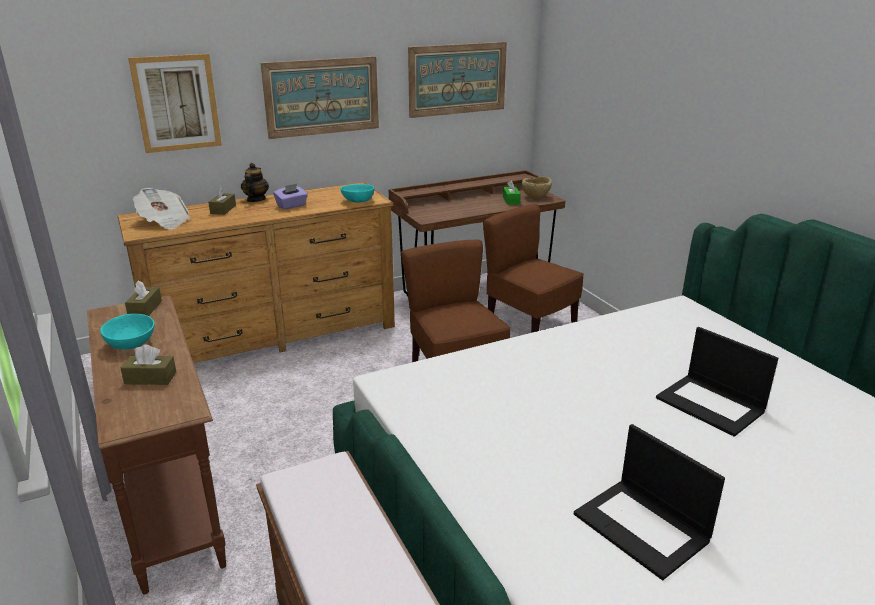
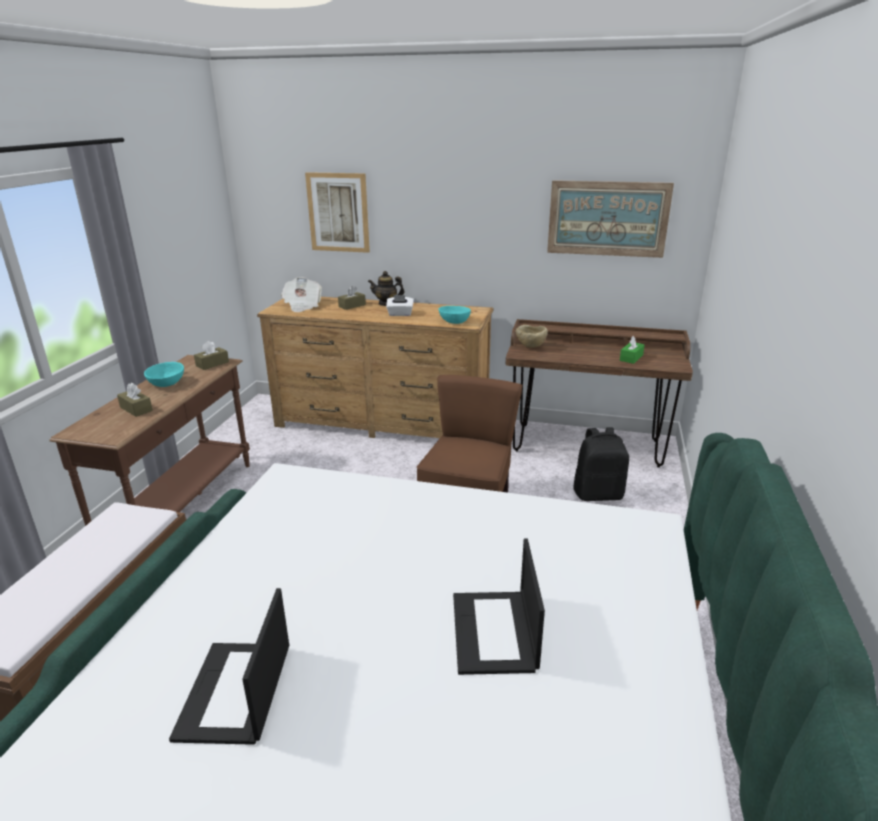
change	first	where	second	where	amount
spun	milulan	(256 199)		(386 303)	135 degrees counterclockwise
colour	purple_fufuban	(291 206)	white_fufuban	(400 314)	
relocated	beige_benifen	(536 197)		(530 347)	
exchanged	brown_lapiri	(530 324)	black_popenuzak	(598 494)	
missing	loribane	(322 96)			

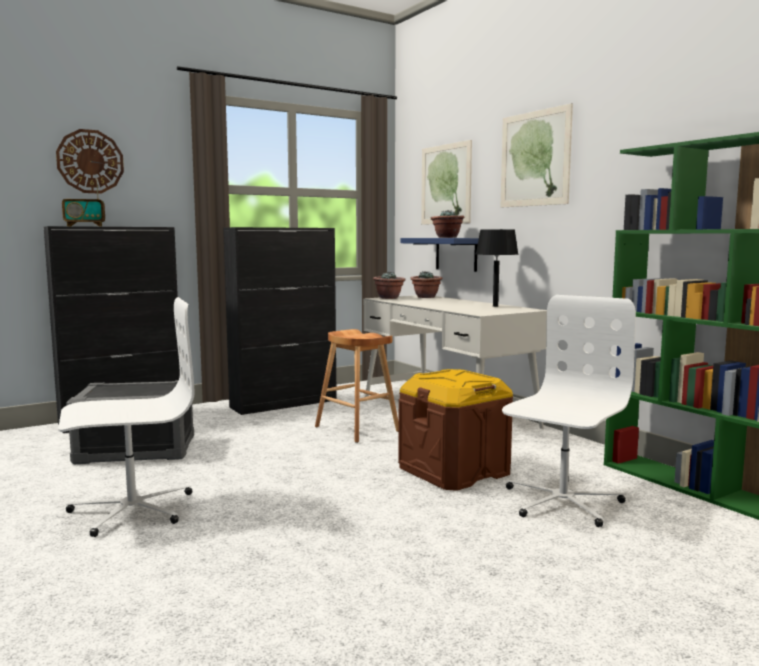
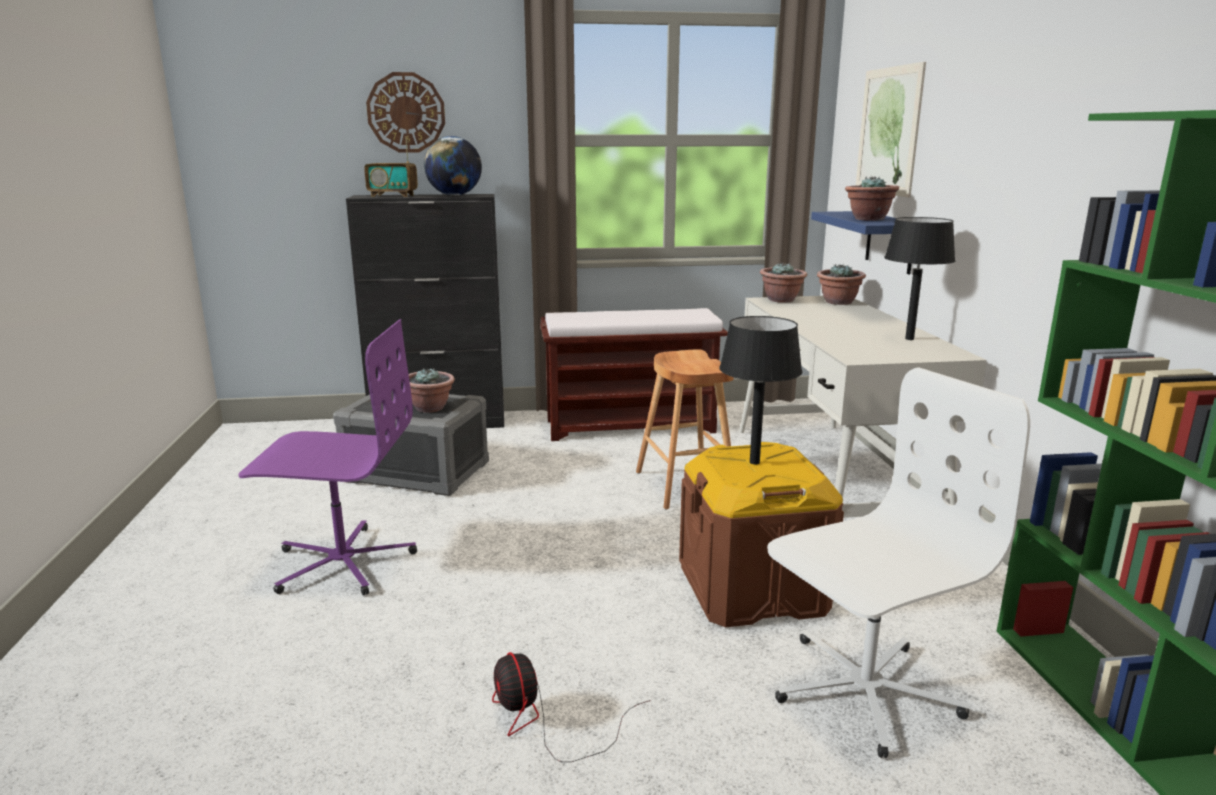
change	first	where	second	where	amount
colour	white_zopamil	(131 509)	purple_zopamil	(342 562)	
appeared			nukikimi	(430 408)	
appeared			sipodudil	(454 195)	
appeared			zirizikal	(544 722)	
exchanged	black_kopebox	(284 403)	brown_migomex	(631 426)	
appeared			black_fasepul	(754 462)	
missing	loribane	(534 159)			

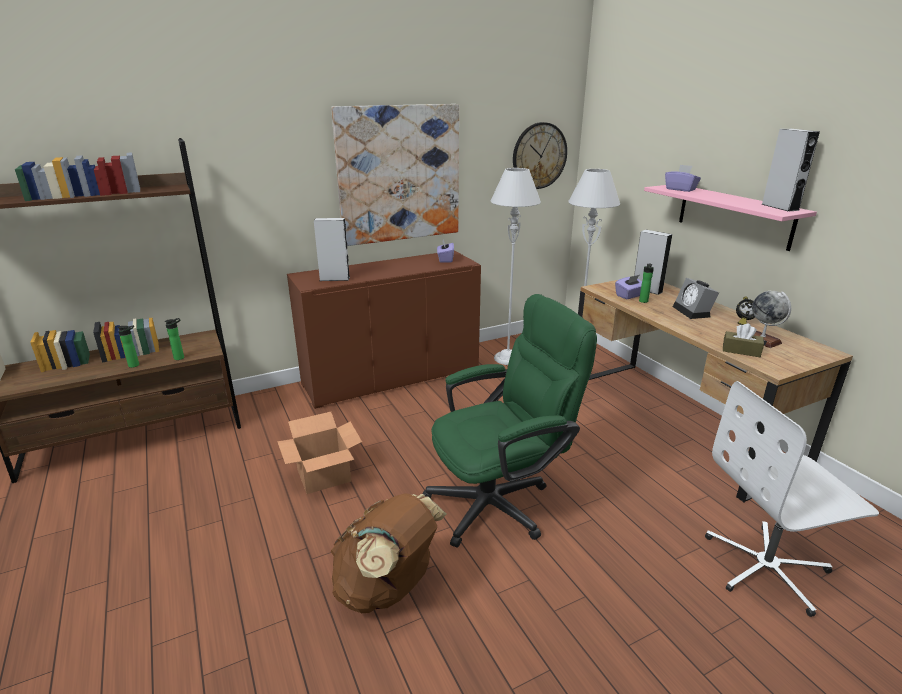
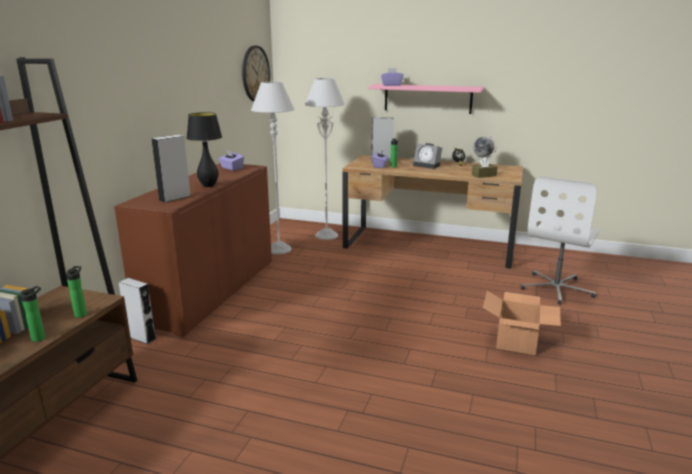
change	first	where	second	where	amount
relocated	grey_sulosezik	(780 207)		(141 337)	
appeared			black_fasepul	(208 186)	
relocated	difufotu	(324 475)		(516 341)	
missing	loribane	(399 174)			
missing	brown_popenuzak	(387 588)			
missing	green_zopamil	(500 501)			

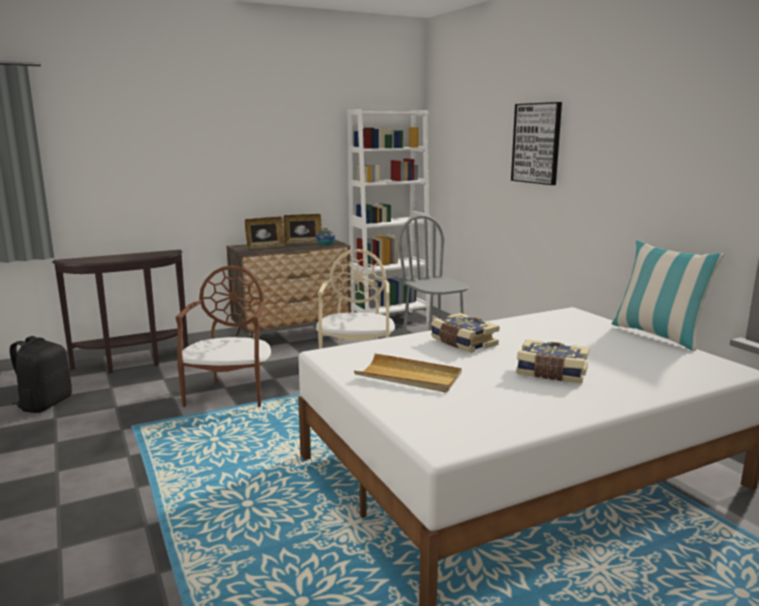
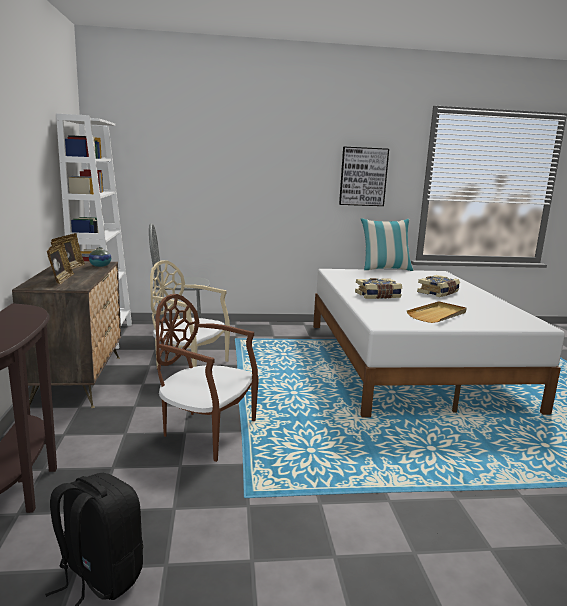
change	first	where	second	where	amount
relocated	loribane	(537 143)		(363 176)	

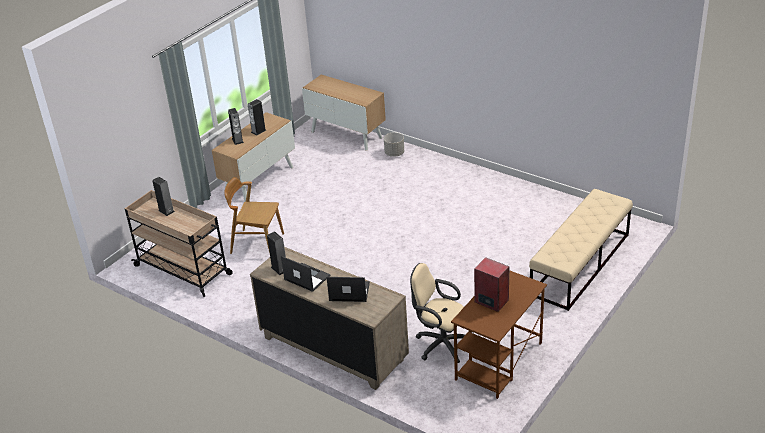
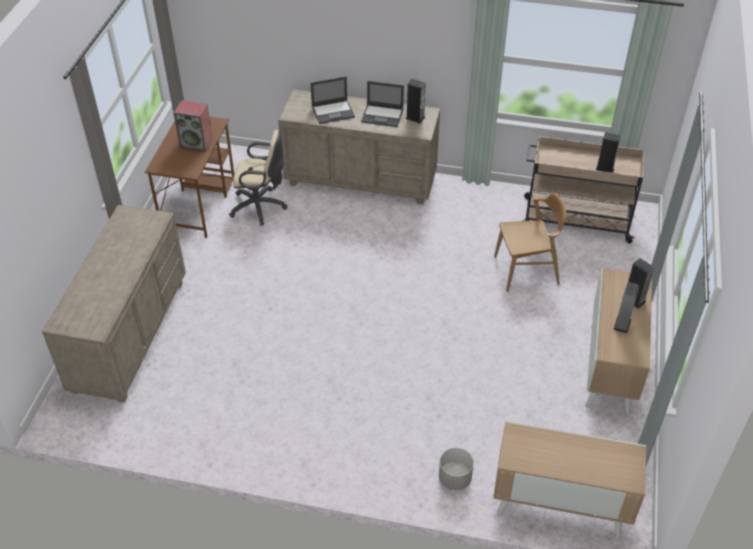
change	first	where	second	where	amount
exchanged	beige_migomex	(580 264)	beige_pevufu	(130 335)	

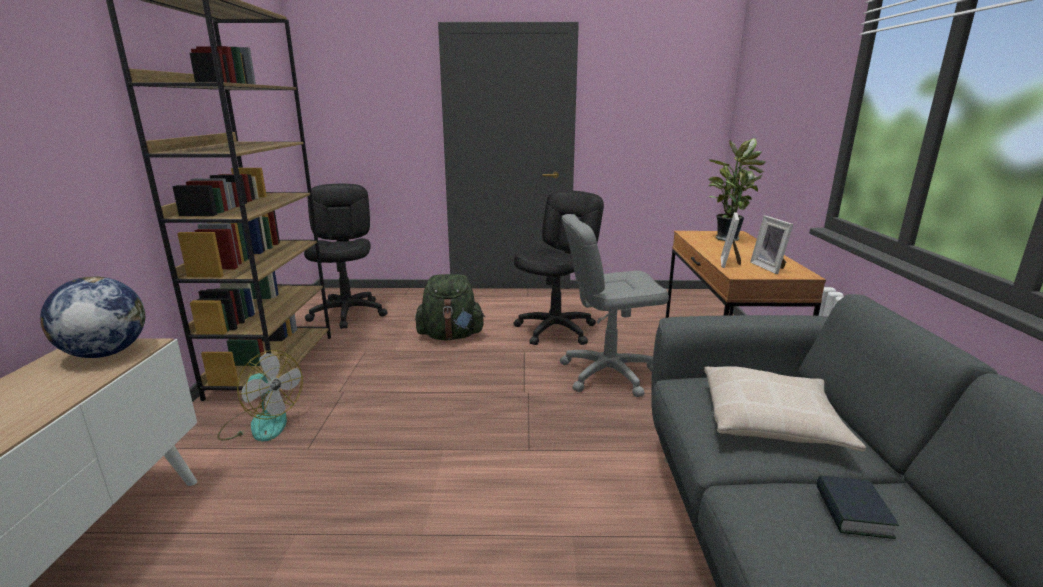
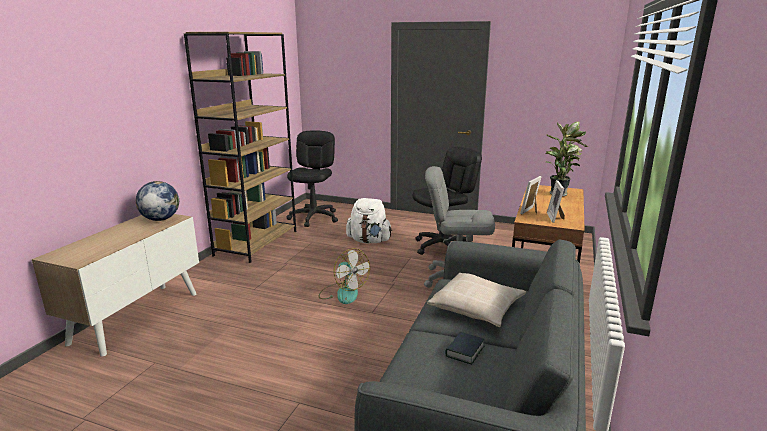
change	first	where	second	where	amount
relocated	zirizikal	(262 423)		(343 293)	
colour	green_popenuzak	(451 336)	white_popenuzak	(369 241)	

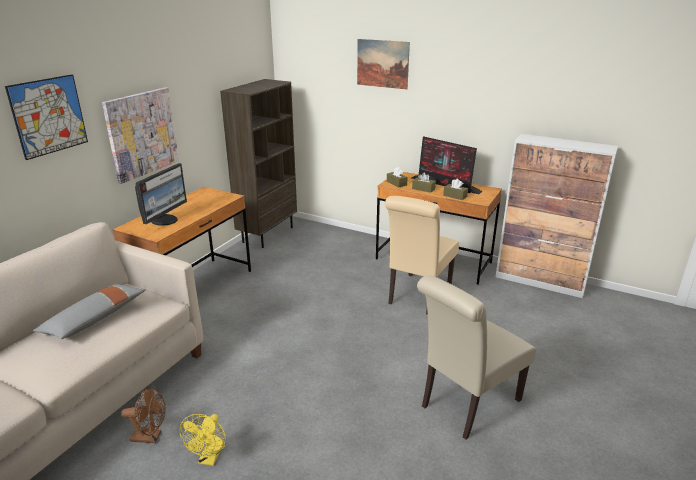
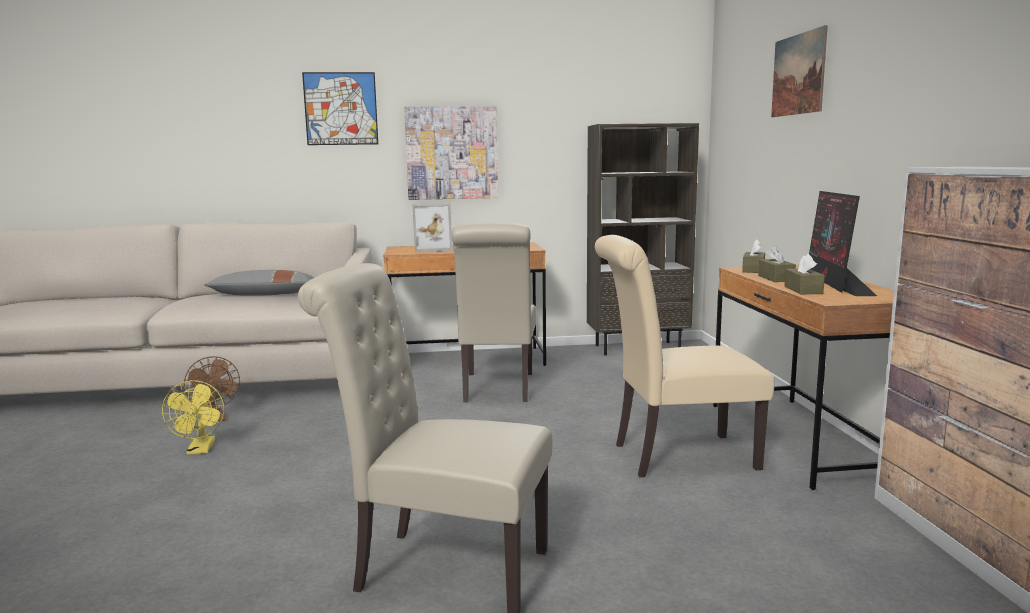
change	first	where	second	where	amount
spun	yellow_zirizikal	(209 458)		(200 450)	75 degrees counterclockwise
exchanged	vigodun	(165 220)	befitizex	(432 249)	
appeared			beige_lapiri	(497 389)	

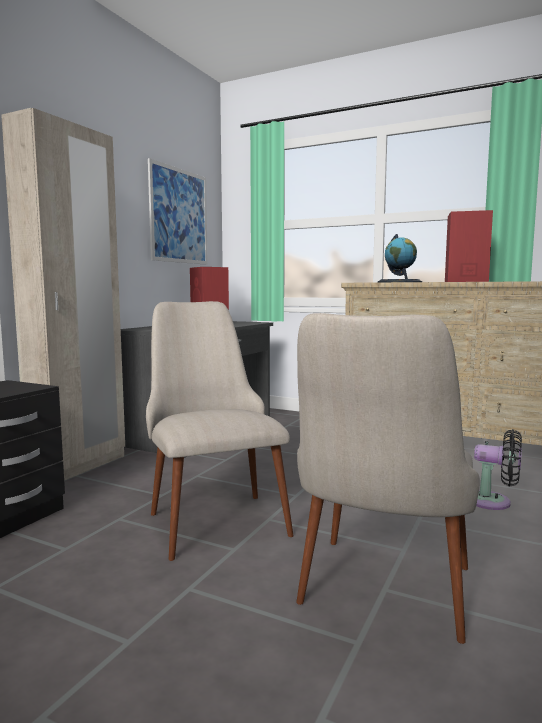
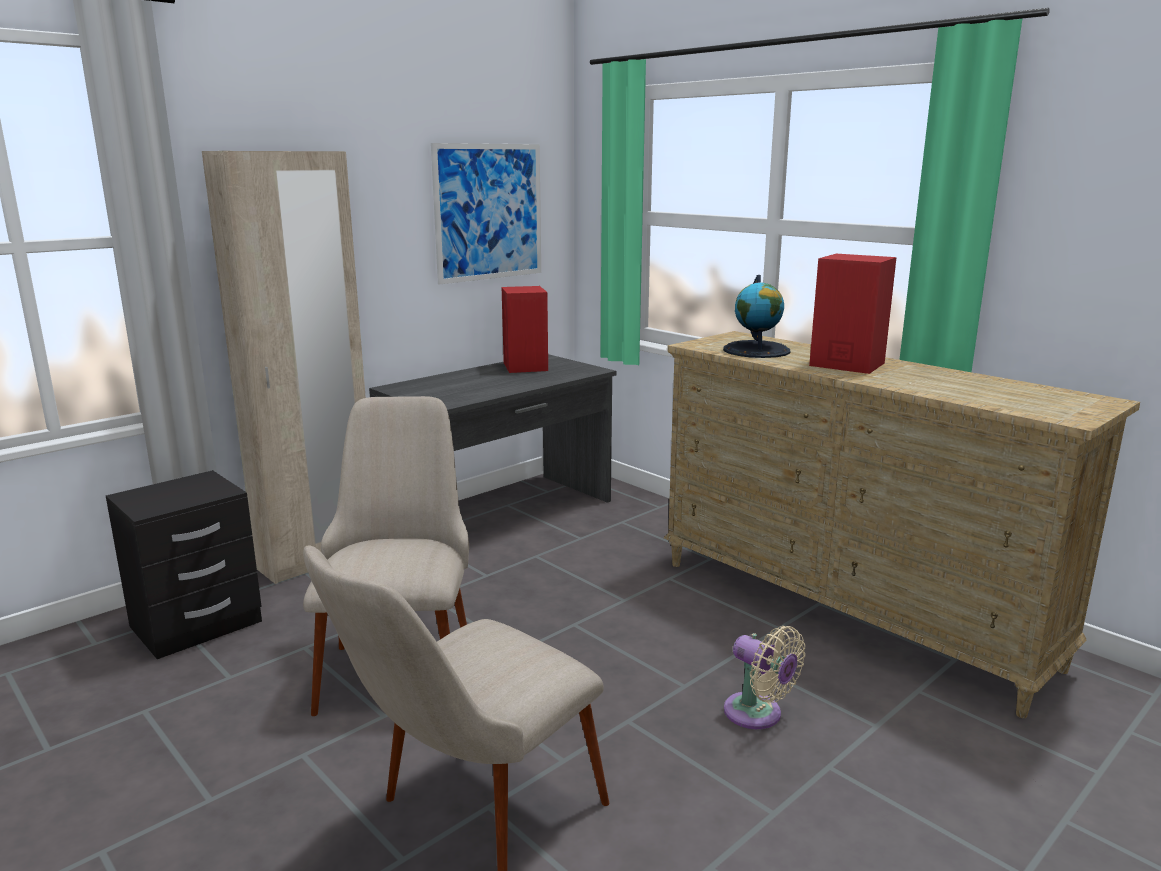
change	first	where	second	where	amount
colour	black_zirizikal	(493 502)	beige_zirizikal	(758 714)	

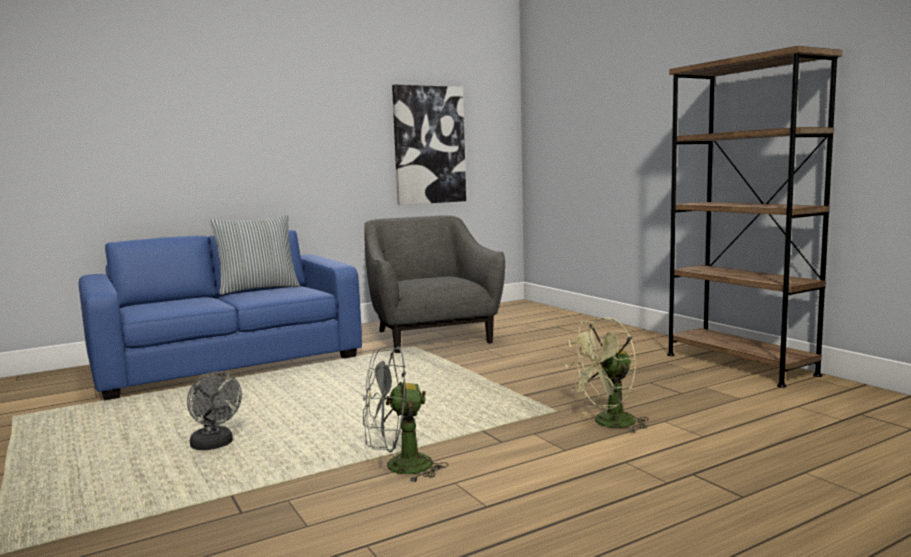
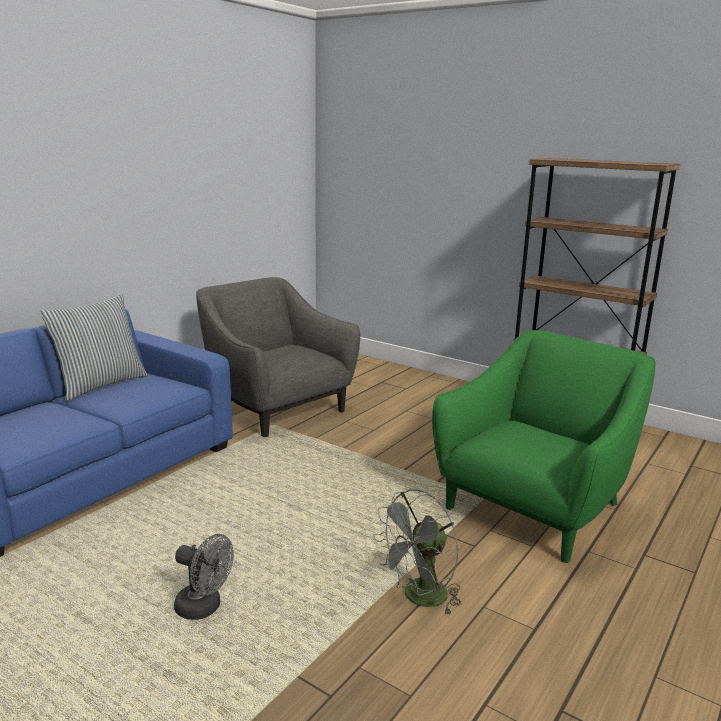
change	first	where	second	where	amount
exchanged	green_zirizikal	(608 423)	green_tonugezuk	(536 507)	
missing	loribane	(429 145)			

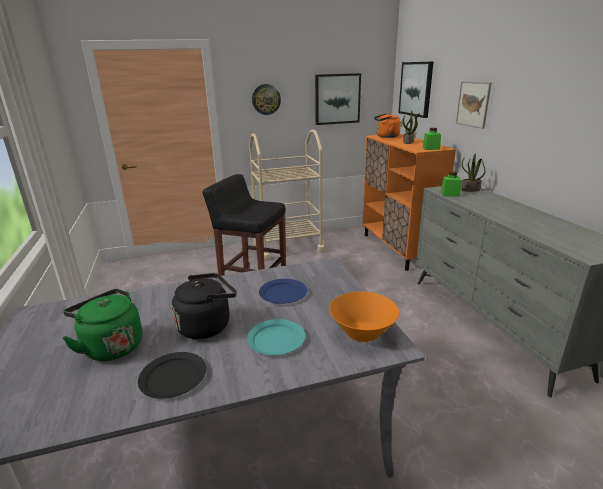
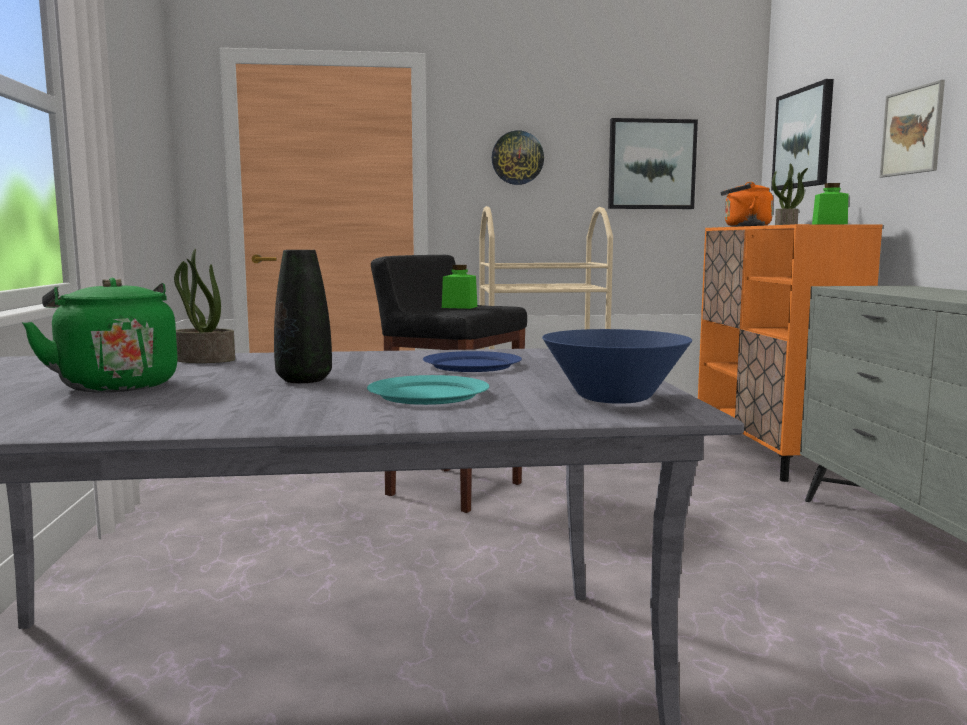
change	first	where	second	where	amount
relocated	nukikimi	(470 190)		(204 360)	
exchanged	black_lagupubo	(207 325)	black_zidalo	(304 380)	
relocated	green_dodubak	(450 194)		(459 307)	
colour	orange_benifen	(362 333)	blue_benifen	(614 398)	
missing	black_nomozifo	(172 377)			

